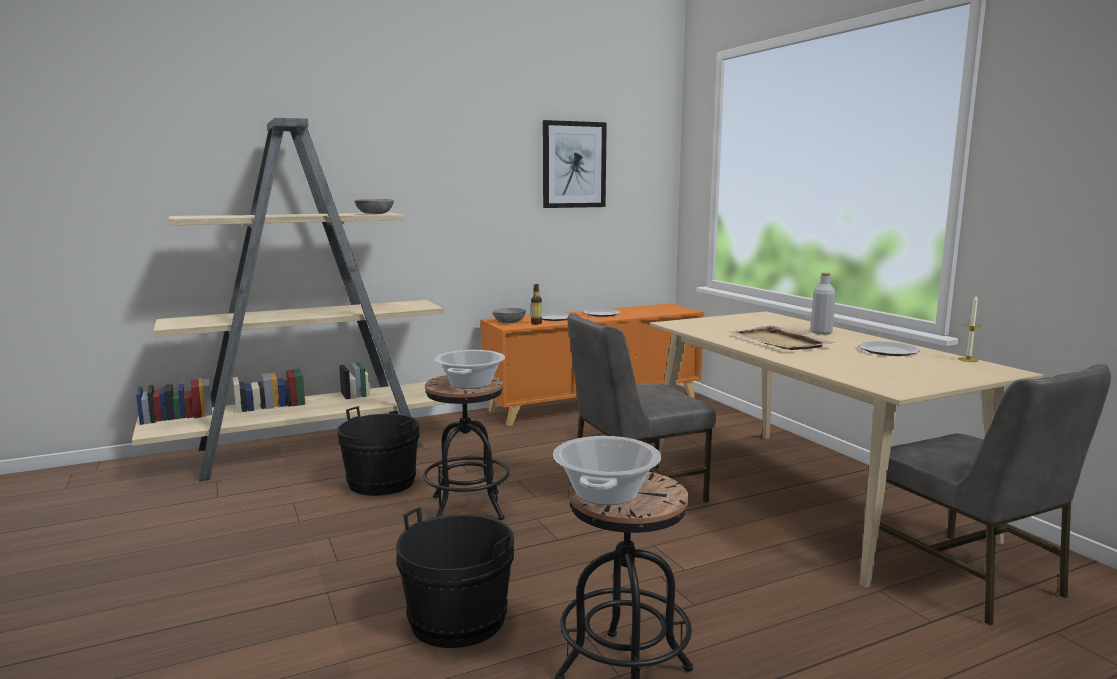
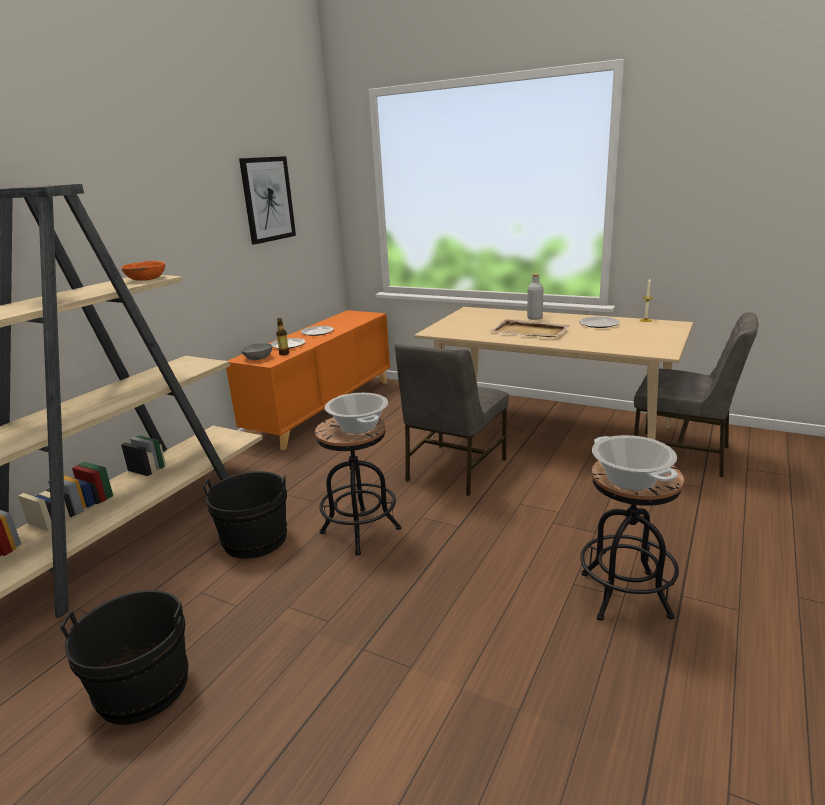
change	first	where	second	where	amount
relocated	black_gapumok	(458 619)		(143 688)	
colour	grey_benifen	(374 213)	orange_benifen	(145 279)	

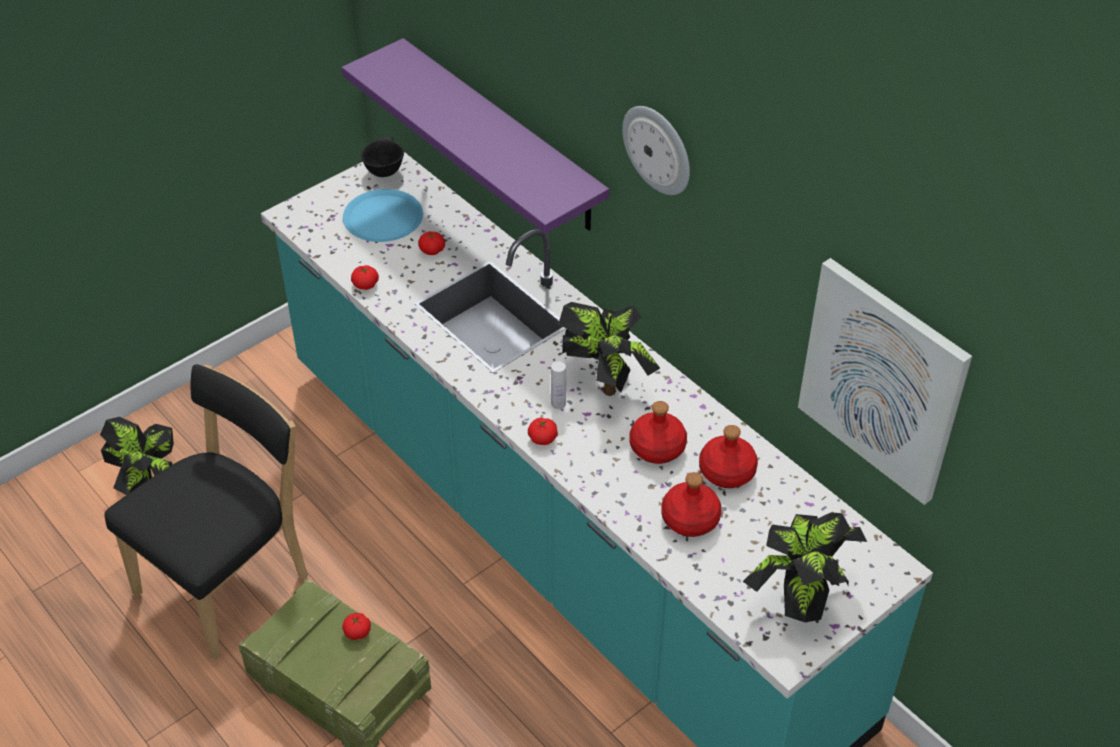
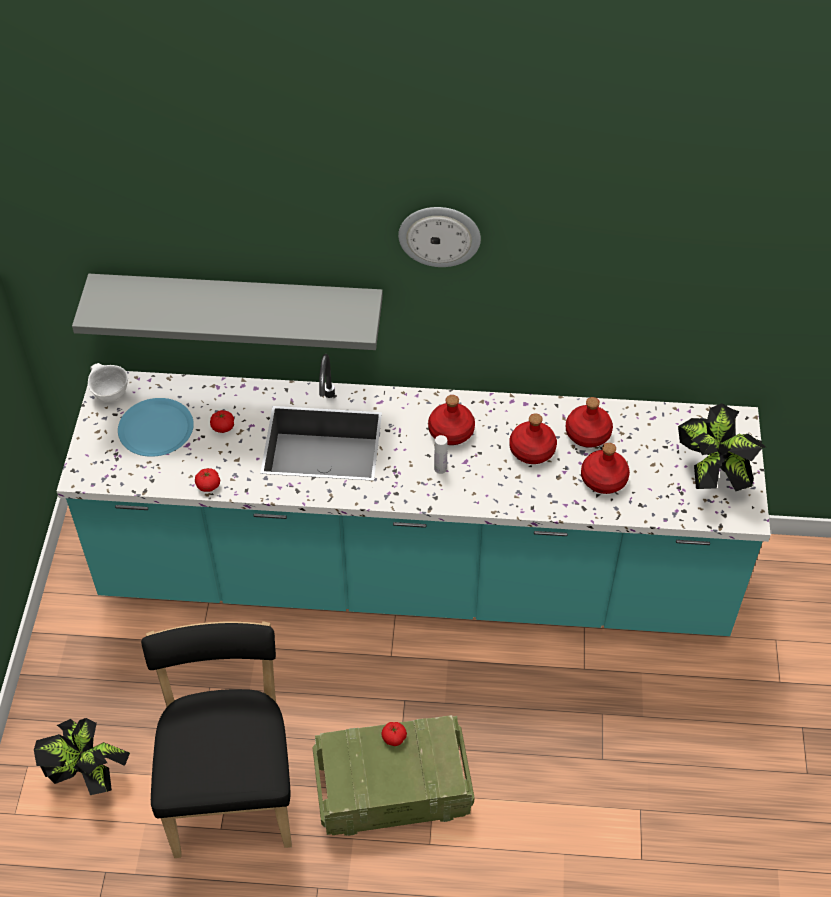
change	first	where	second	where	amount
colour	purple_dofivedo	(501 136)	grey_dofivedo	(237 303)	
colour	black_benifen	(383 171)	white_benifen	(110 394)	
exchanged	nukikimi	(606 381)	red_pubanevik	(450 431)	
missing	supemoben	(542 438)			
missing	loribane	(882 380)			

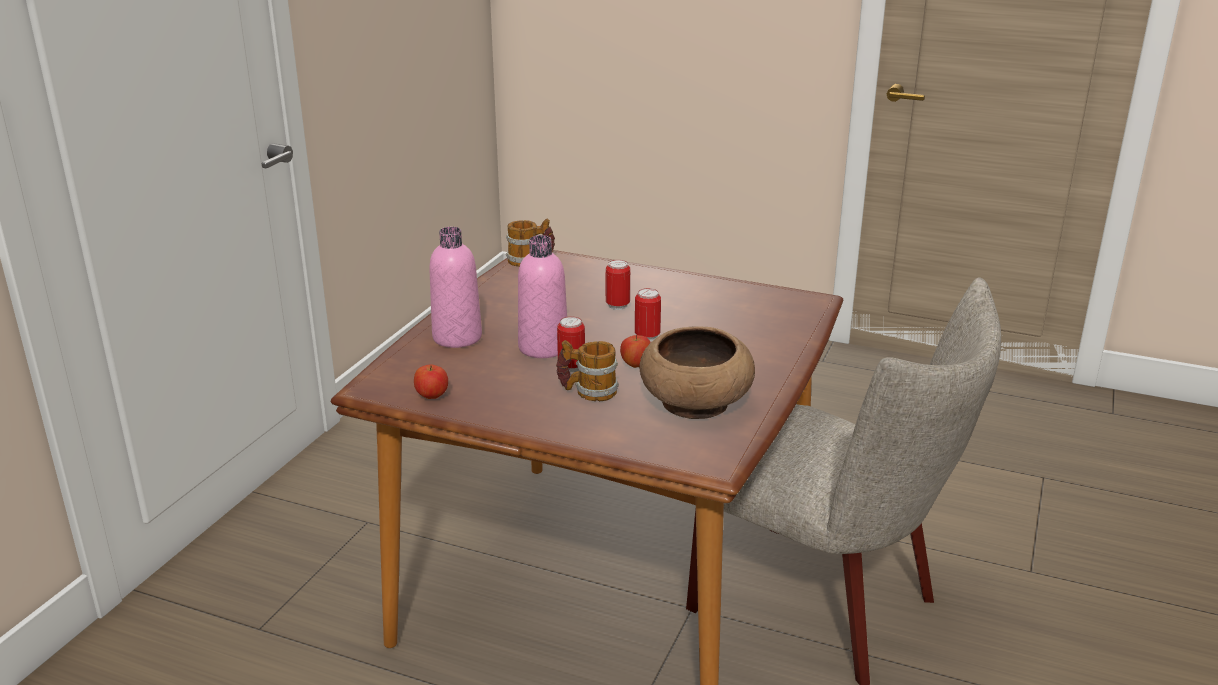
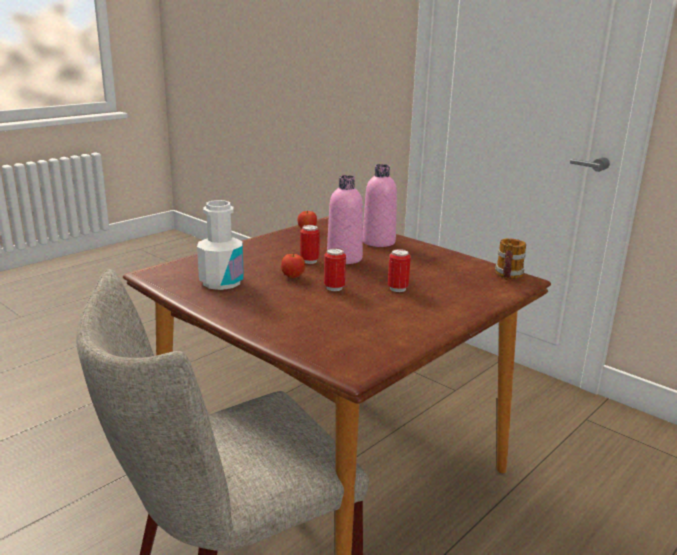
change	first	where	second	where	amount
exchanged	brown_benifen	(696 404)	white_pubanevik	(221 282)	
missing	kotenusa	(587 391)			

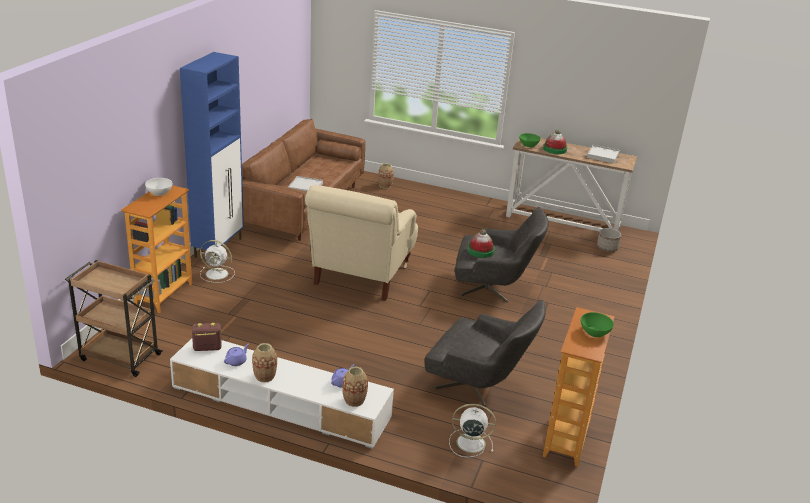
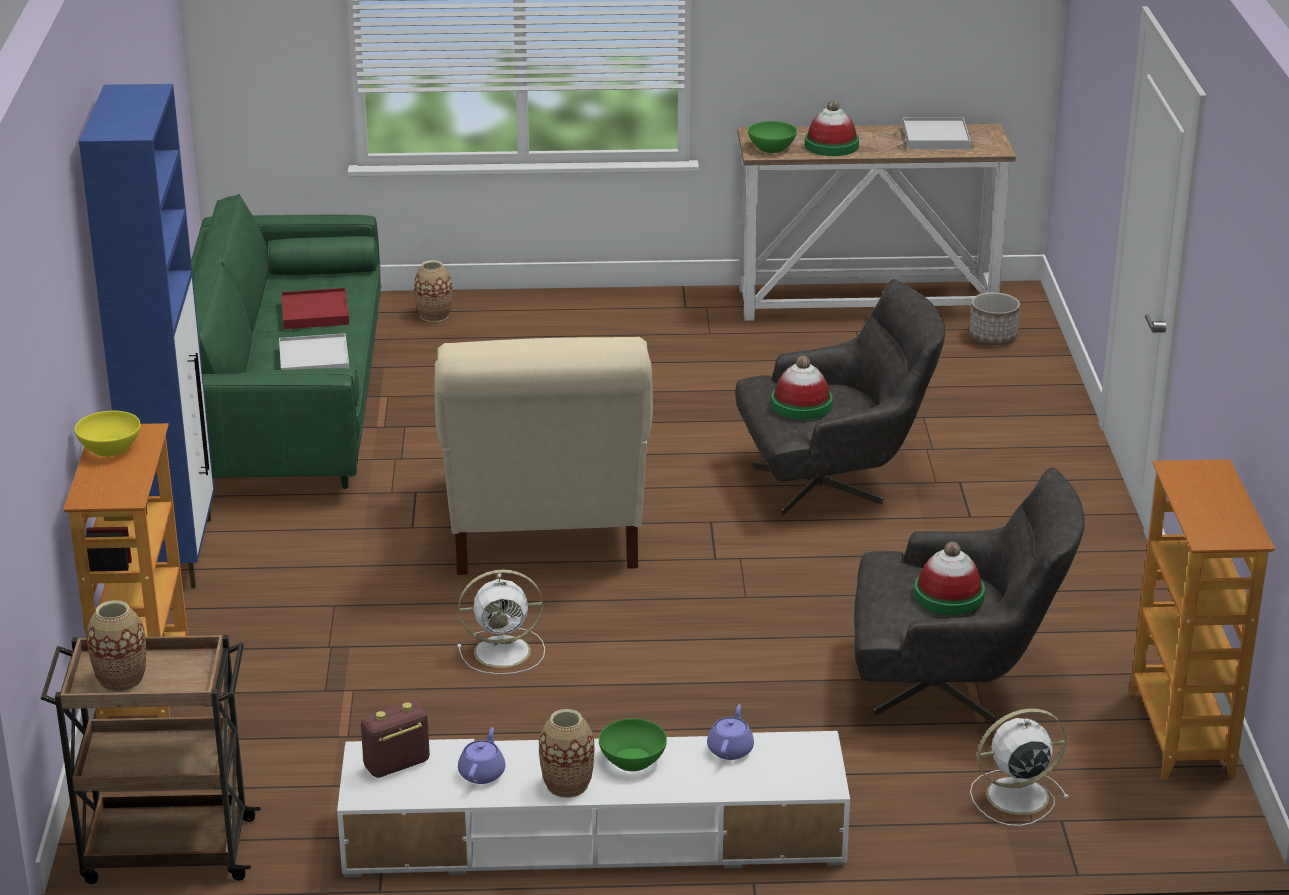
change	first	where	second	where	amount
colour	white_benifen	(159 192)	yellow_benifen	(110 448)	
relocated	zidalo	(354 400)		(121 680)	
colour	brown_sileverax	(300 206)	green_sileverax	(282 409)	
appeared			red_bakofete	(315 312)	
relocated	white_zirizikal	(218 274)		(505 651)	
relocated	green_benifen	(595 332)		(632 760)	
appeared			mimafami	(948 596)	

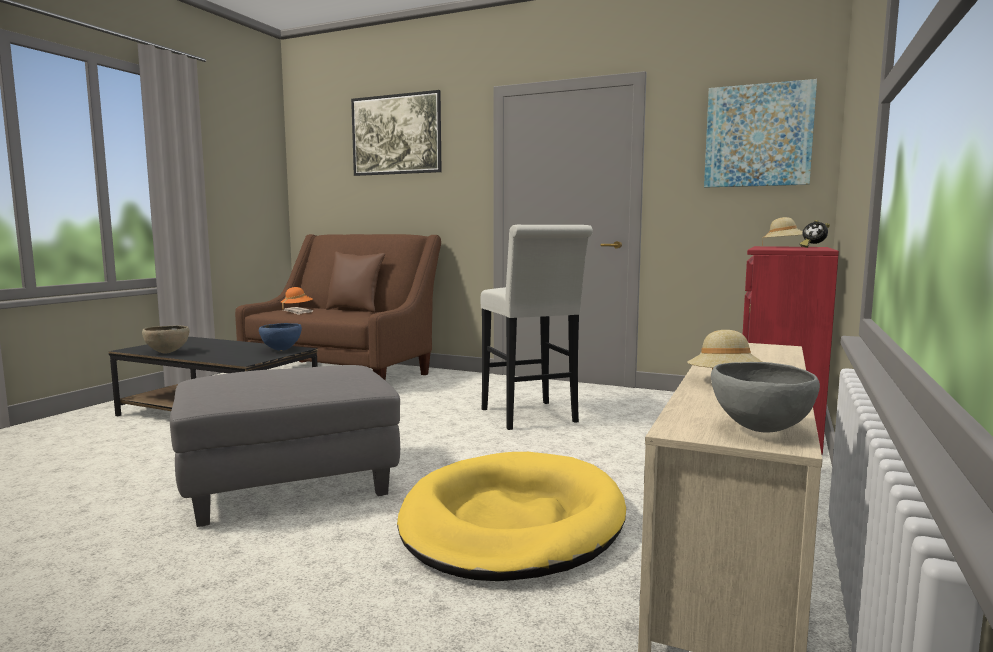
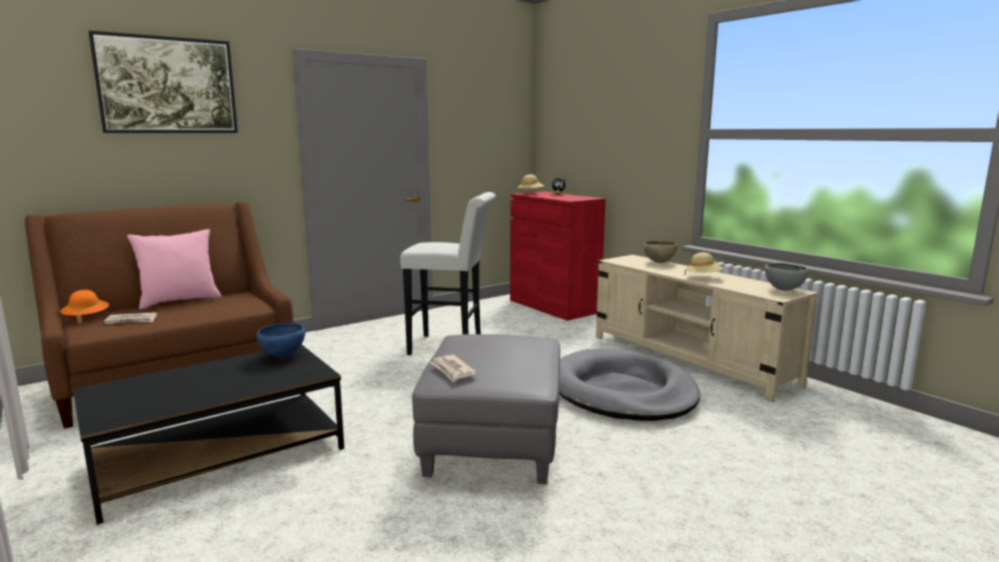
change	first	where	second	where	amount
colour	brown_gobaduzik	(355 310)	pink_gobaduzik	(180 301)	
appeared			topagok	(452 370)	
colour	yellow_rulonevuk	(512 522)	grey_rulonevuk	(622 391)	
relocated	brown_benifen	(167 353)		(659 262)	
missing	loribane	(758 136)			

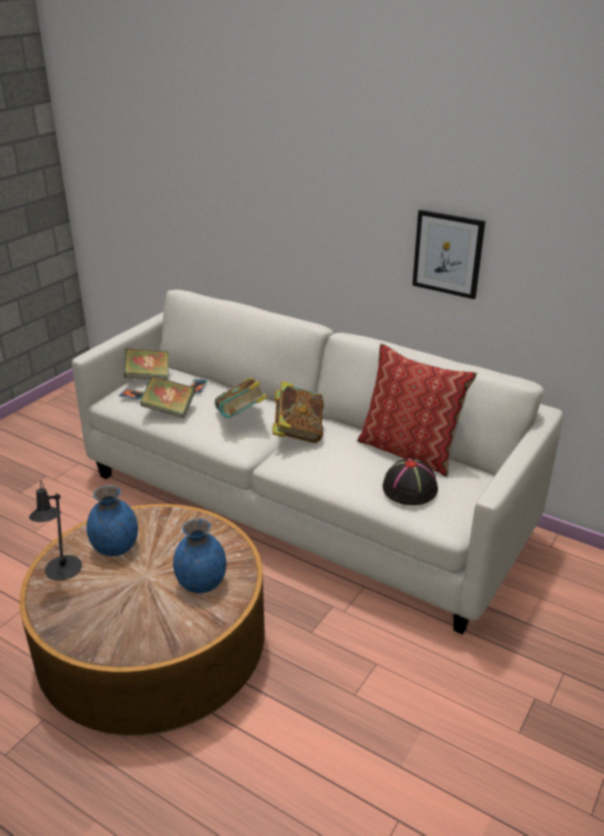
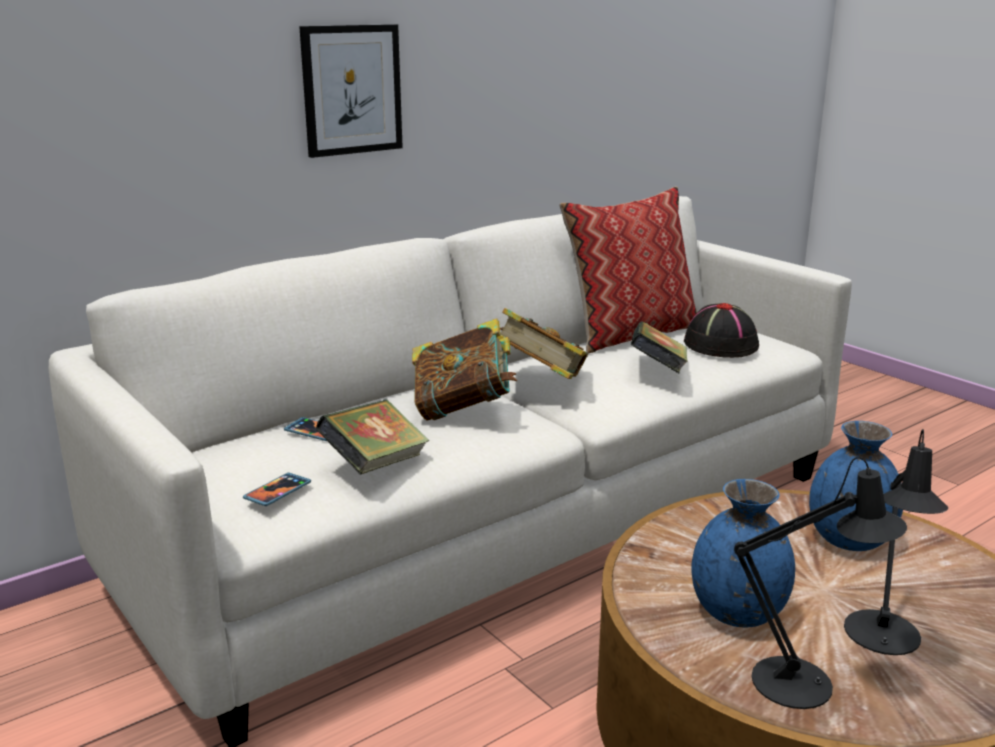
change	first	where	second	where	amount
relocated	loribane	(448 254)		(352 90)	
relocated	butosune	(148 377)		(658 371)	
appeared			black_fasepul	(882 639)	

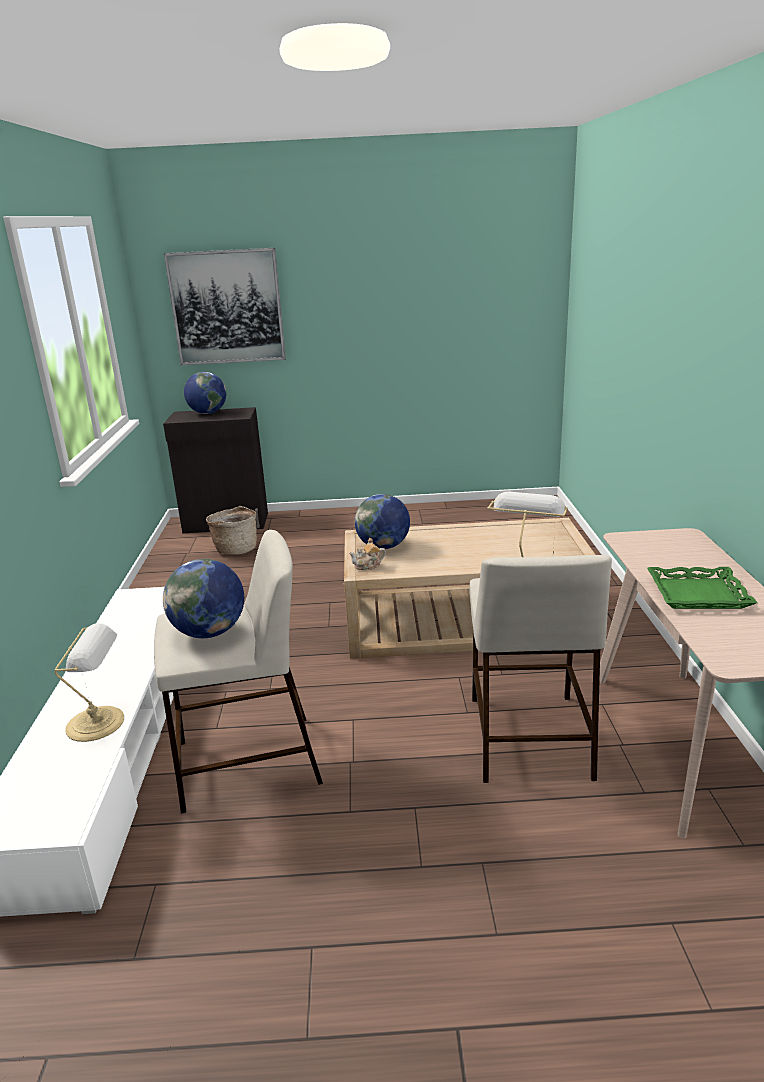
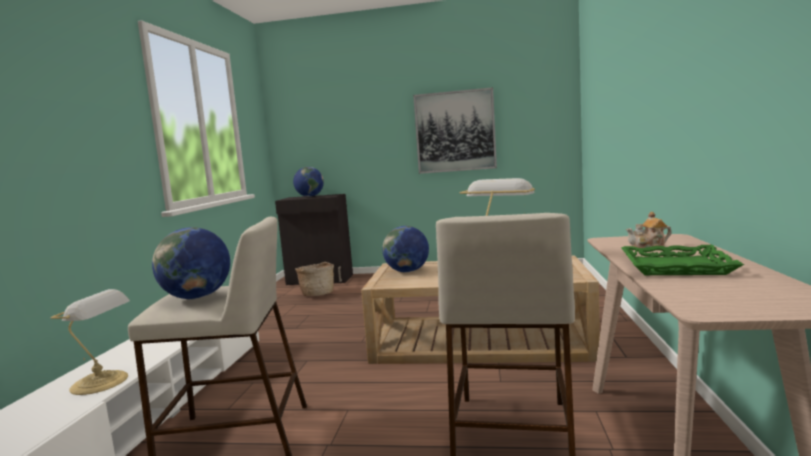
change	first	where	second	where	amount
relocated	loribane	(227 307)		(455 131)	
relocated	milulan	(368 566)		(648 247)	

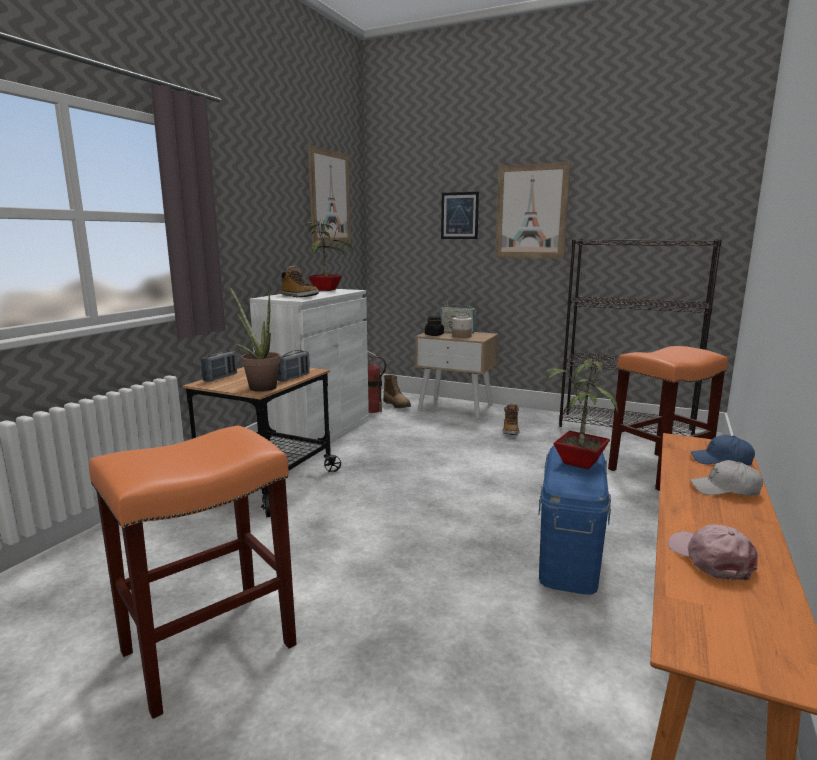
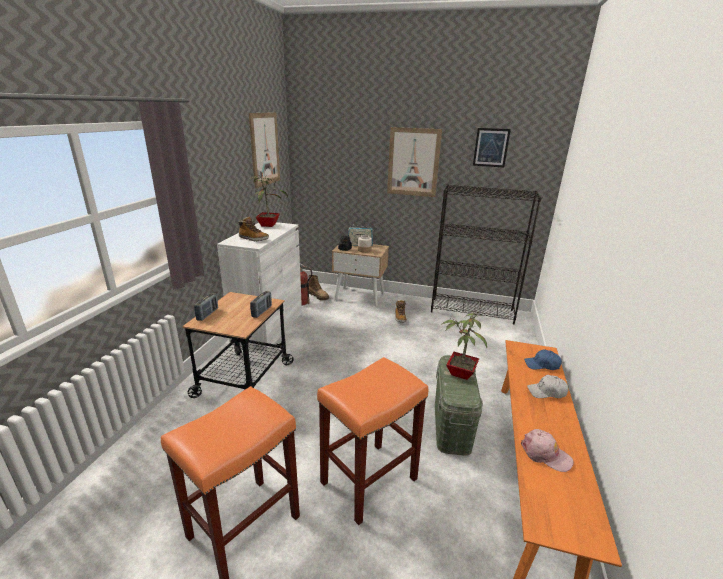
change	first	where	second	where	amount
relocated	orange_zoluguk	(658 471)		(368 481)	
colour	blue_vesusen	(568 556)	green_vesusen	(451 426)	
relocated	loribane	(459 215)		(491 147)	
spun	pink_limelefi	(710 558)		(545 454)	150 degrees clockwise
missing	nukikimi	(259 387)			

